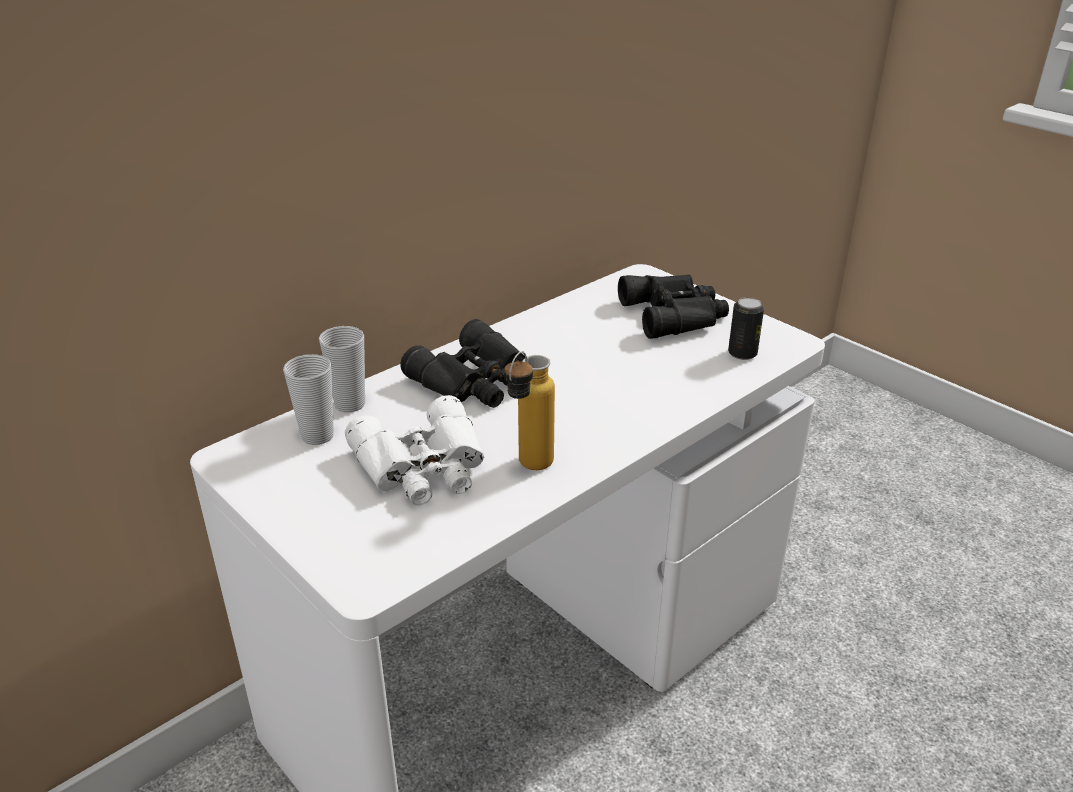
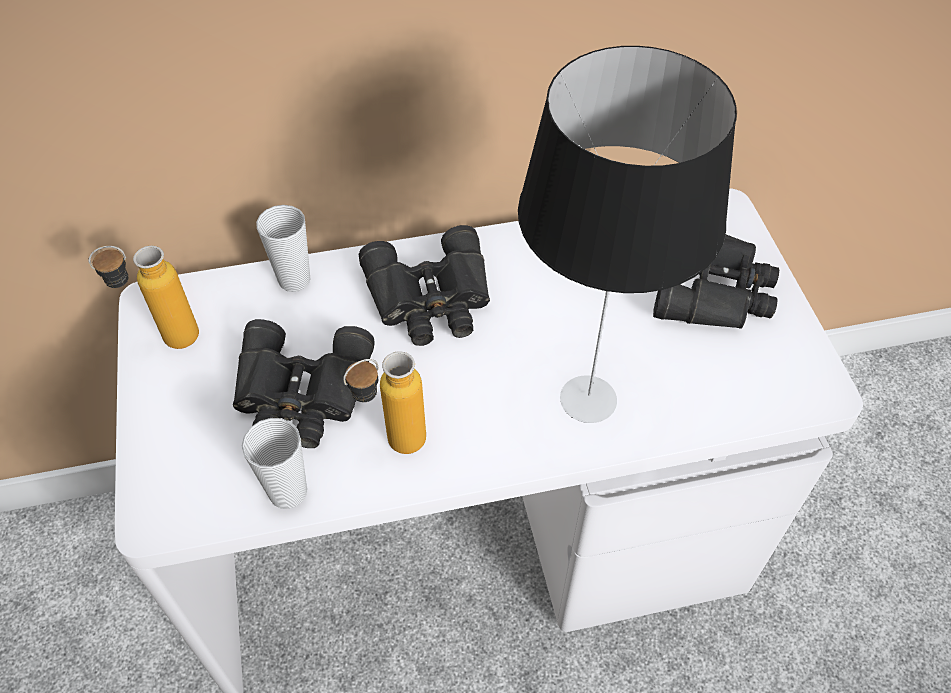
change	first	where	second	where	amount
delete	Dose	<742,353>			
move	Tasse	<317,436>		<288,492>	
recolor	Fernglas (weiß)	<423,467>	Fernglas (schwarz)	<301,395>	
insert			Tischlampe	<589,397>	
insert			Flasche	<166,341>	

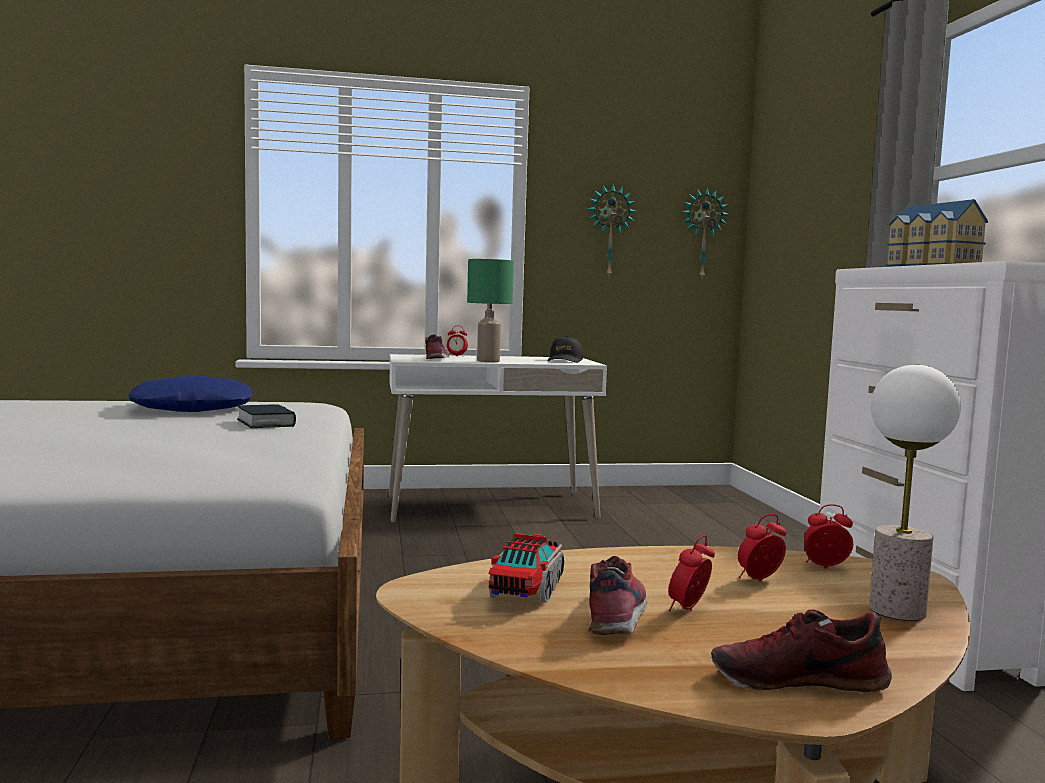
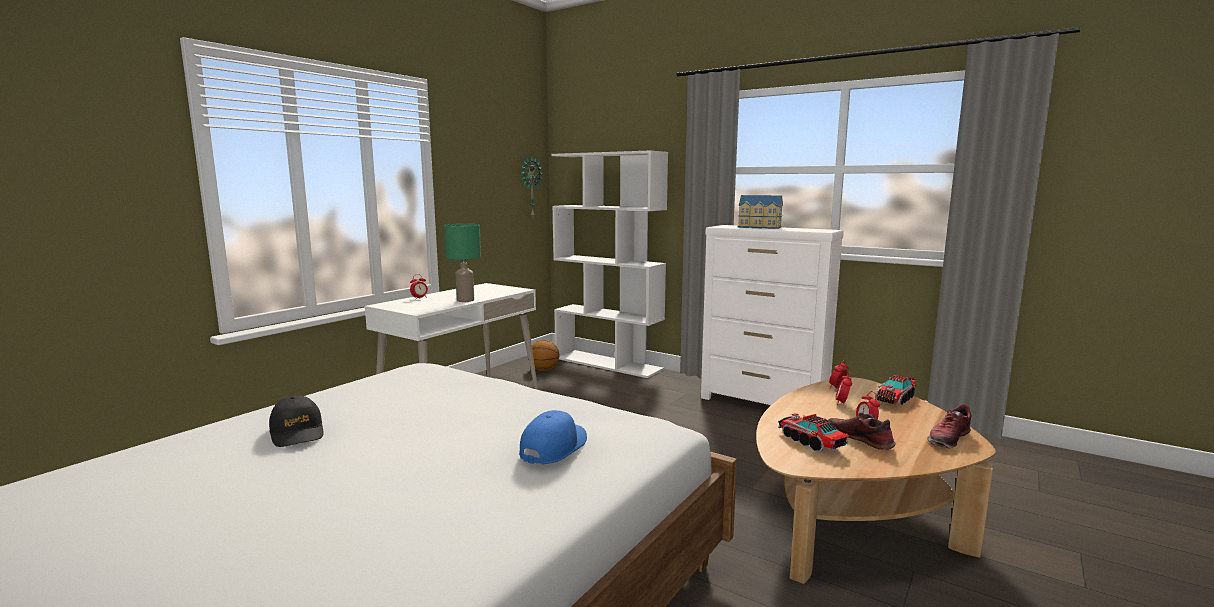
change	first	where	second	where	amount
delete	Wanduhr	<609,231>			
delete	Schuh	<436,359>			
move	Kappe (schwarz)	<565,361>		<297,432>	
replace	Tischlampe	<898,611>	Spielzeuglaster	<895,399>	
delete	Kissen (blau)	<193,408>			
delete	Buch	<266,423>			
insert			Bücherregal (weiß)	<608,364>	
insert			Basketball	<544,370>	
insert			Kappe (blau)	<554,447>	

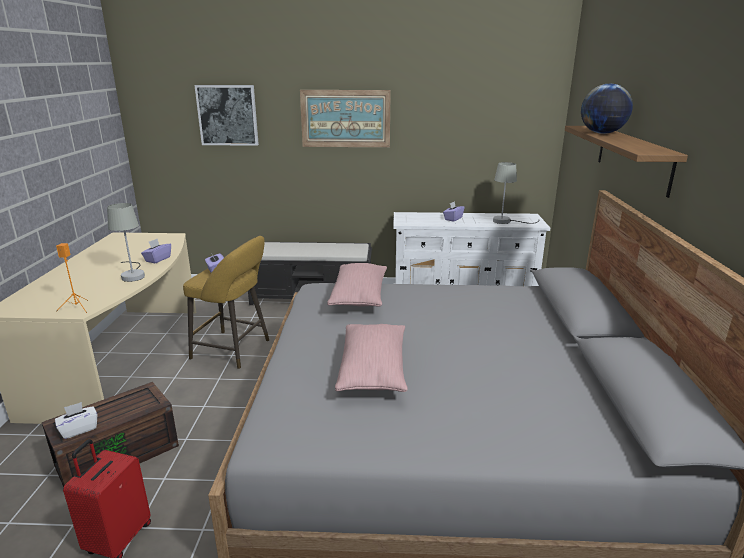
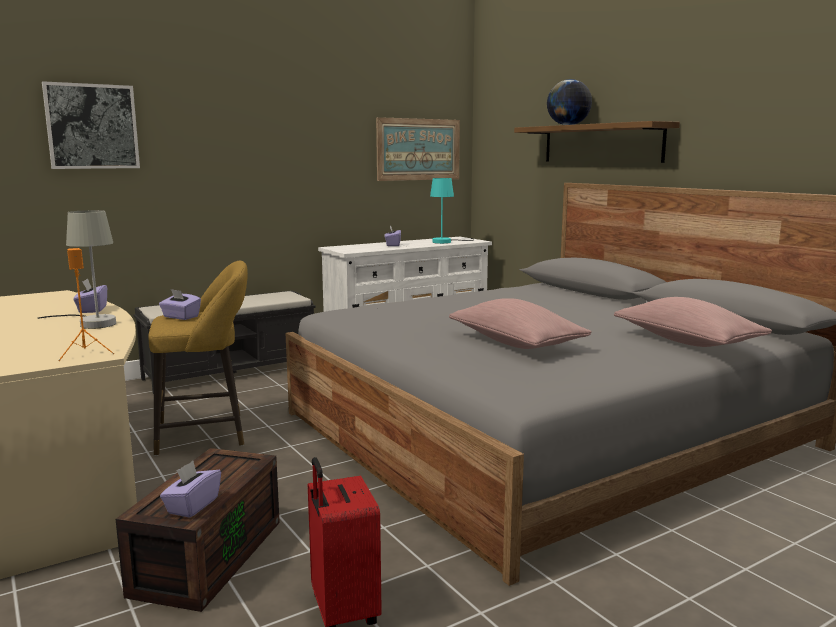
change	first	where	second	where	amount
move	Bild	<345,118>		<418,149>	
recolor	Tischlampe (grau)	<507,221>	Tischlampe (türkis)	<447,242>	
move	Kissen (rosa)	<359,297>		<687,341>	
recolor	Taschentuchbox (weiß)	<79,429>	Taschentuchbox (lila)	<192,506>	

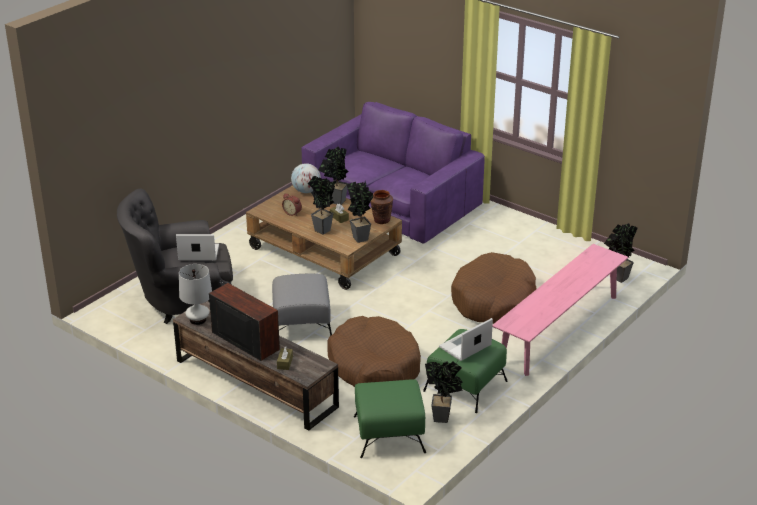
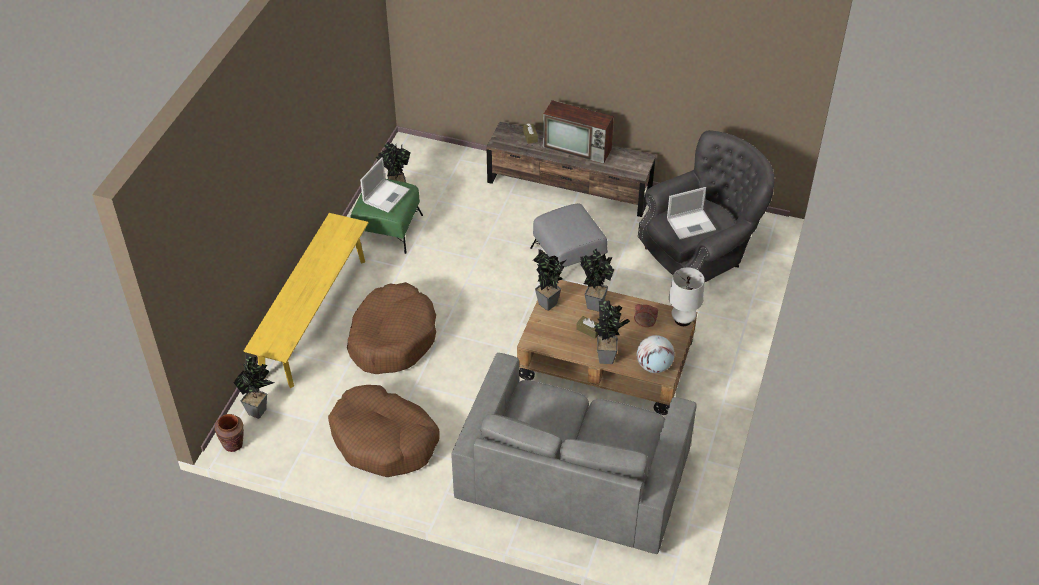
change	first	where	second	where	amount
recolor	Sofa (lila)	<393,202>	Sofa (grau)	<572,475>	
move	Vase (braun)	<381,220>		<233,444>	
recolor	Bank (rosa)	<559,329>	Bank (gelb)	<314,317>	
move	Tischlampe (weiß)	<198,320>		<683,320>	
move	Hundebett (braun)	<374,366>		<384,440>	
delete	Polsterhocker (grün)	<388,434>			

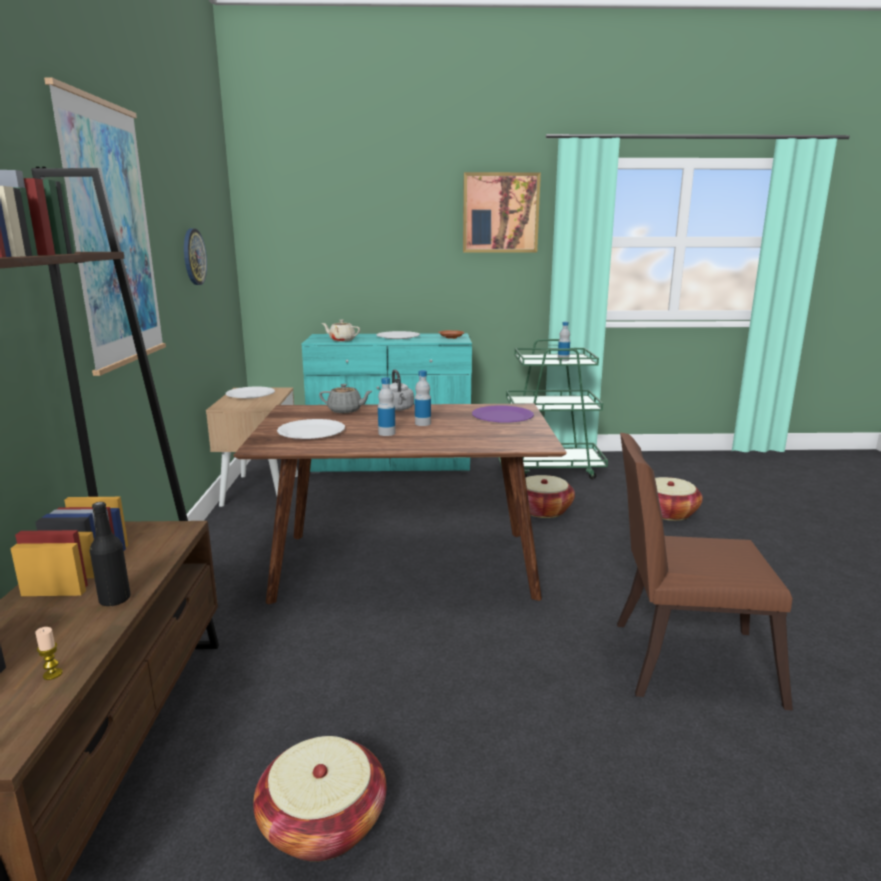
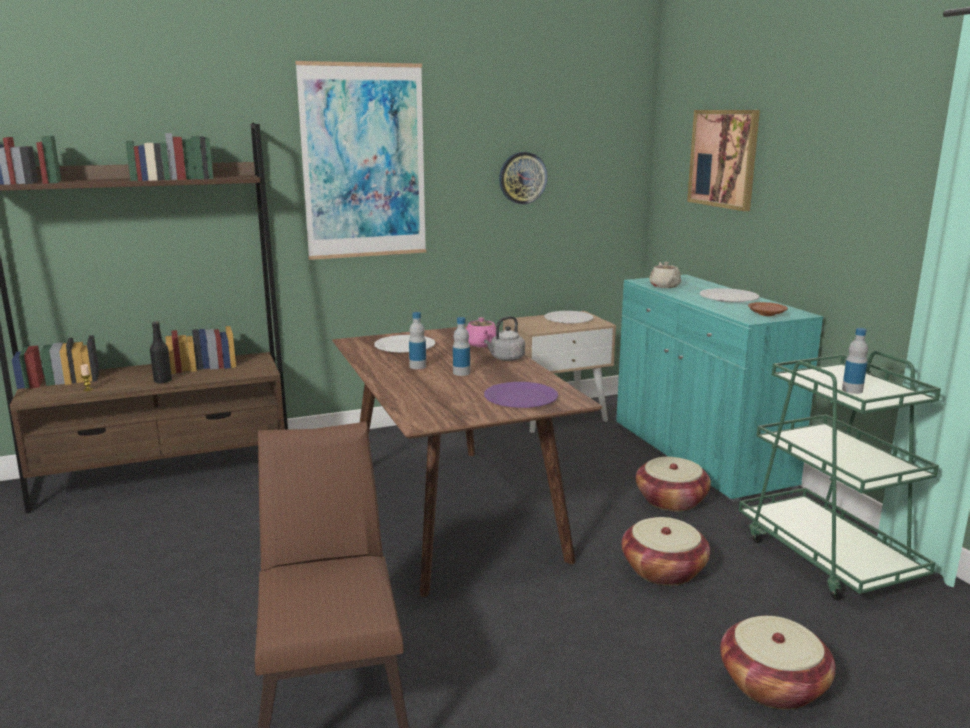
change	first	where	second	where	amount
move	Bild	<500,213>		<723,158>	
recolor	Teekanne (grau)	<345,410>	Teekanne (rosa)	<481,344>	
move	Korb	<323,823>		<671,500>	

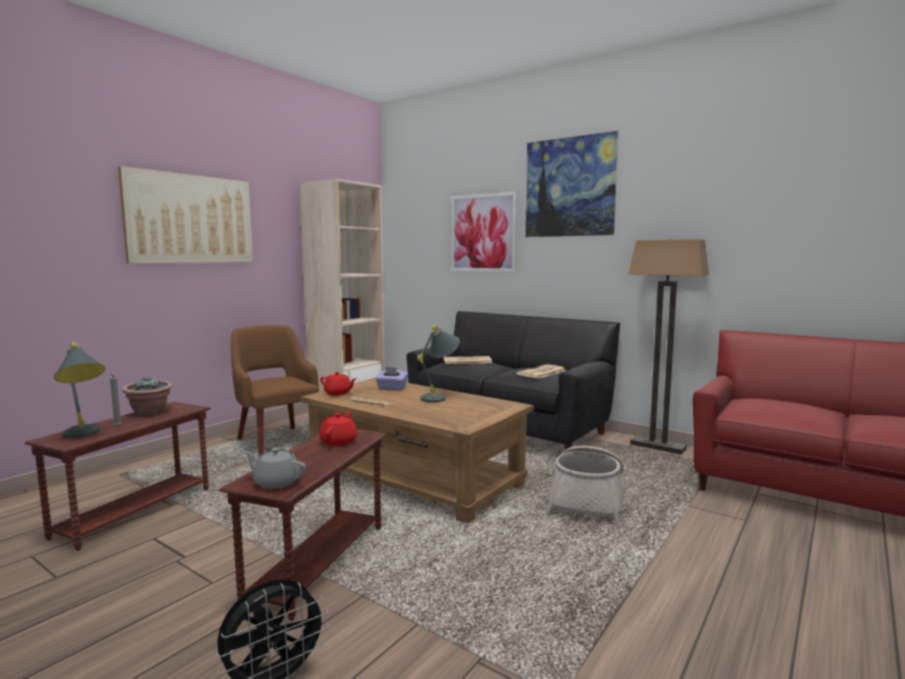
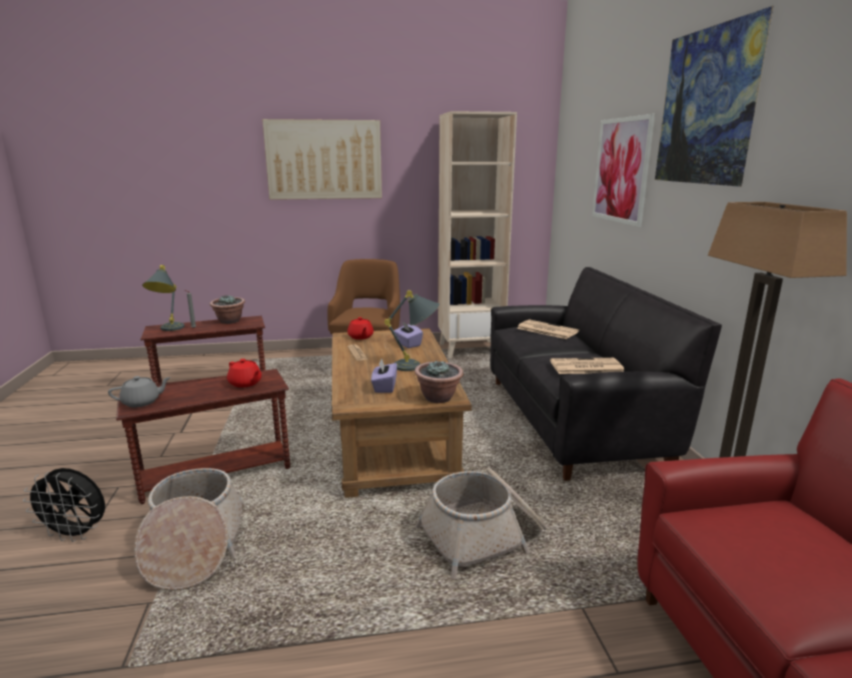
change	first	where	second	where	amount
rotate	Teekanne (rot)	<339,441>		<245,383>	75 degrees clockwise
rotate	Teekanne (grau)	<276,482>		<142,402>	90 degrees clockwise
insert			Taschentuchbox (lila)	<384,387>	
insert			Topfpflanze	<438,398>	
insert			Korb	<194,546>	

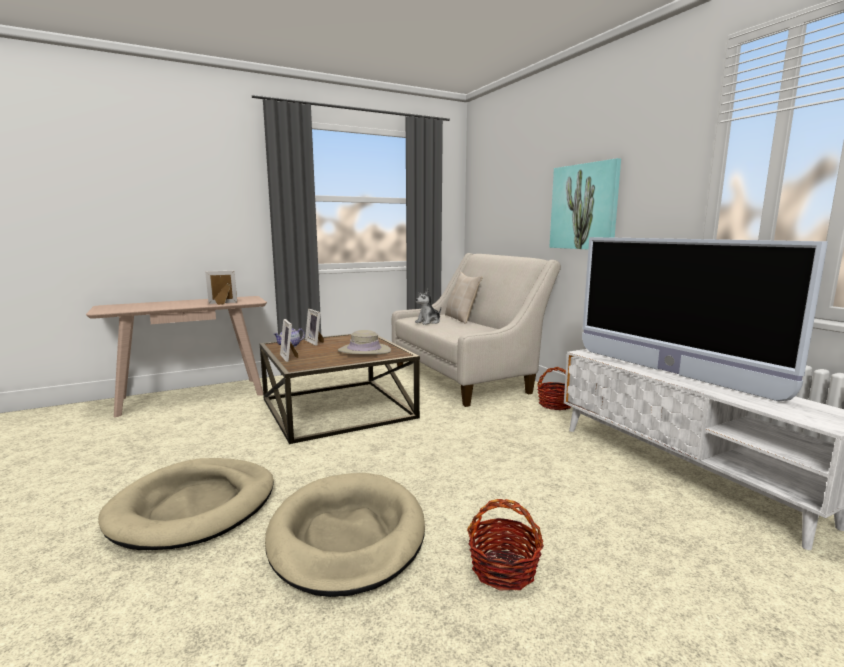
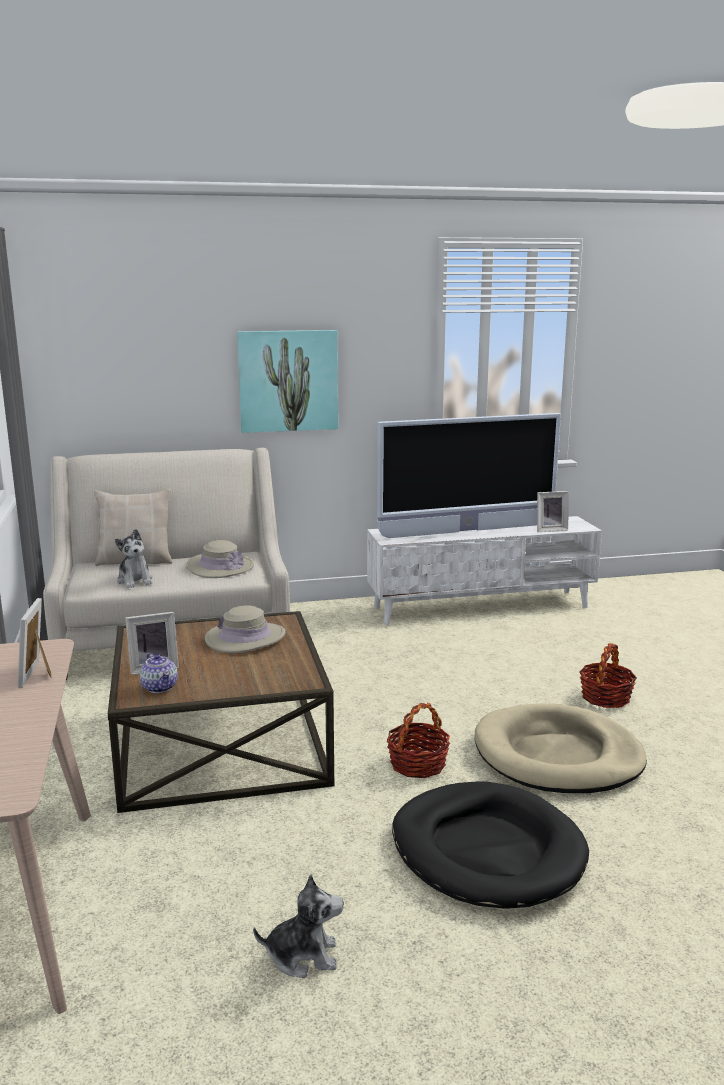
change	first	where	second	where	amount
move	Bilderrahmen	<290,357>		<550,529>	
move	Korb	<555,404>		<417,764>	
recolor	Hundebett (beige)	<194,507>	Hundebett (schwarz)	<487,850>	
insert			Hut (beige)	<220,567>	
insert			Plüschtier	<303,956>	

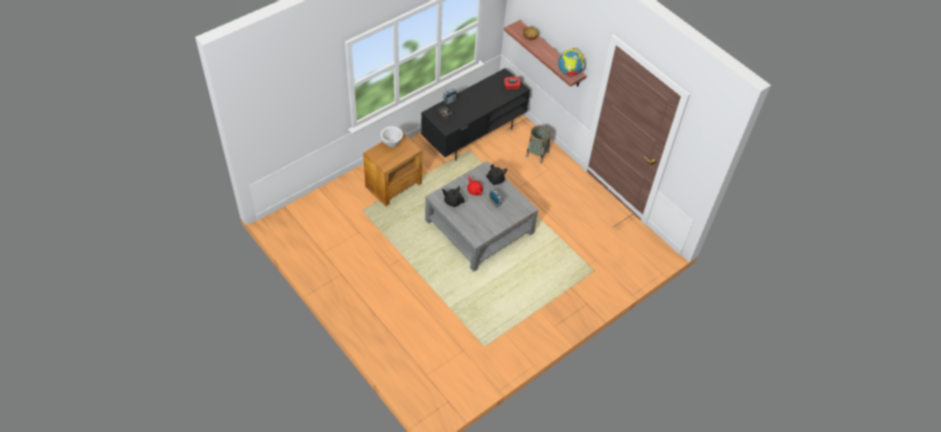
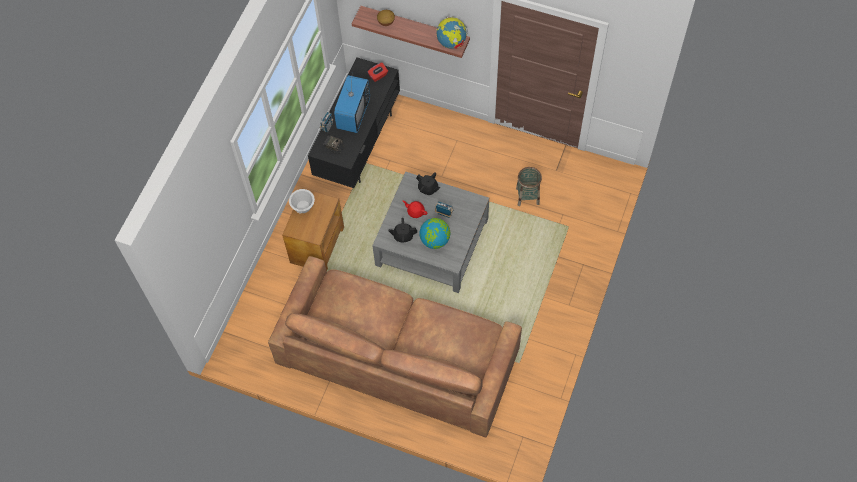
change	first	where	second	where	amount
move	Korb	<537,154>		<527,196>	
insert			Fernseher	<353,114>	
insert			Globus	<435,240>	
insert			Sofa (braun)	<398,355>	

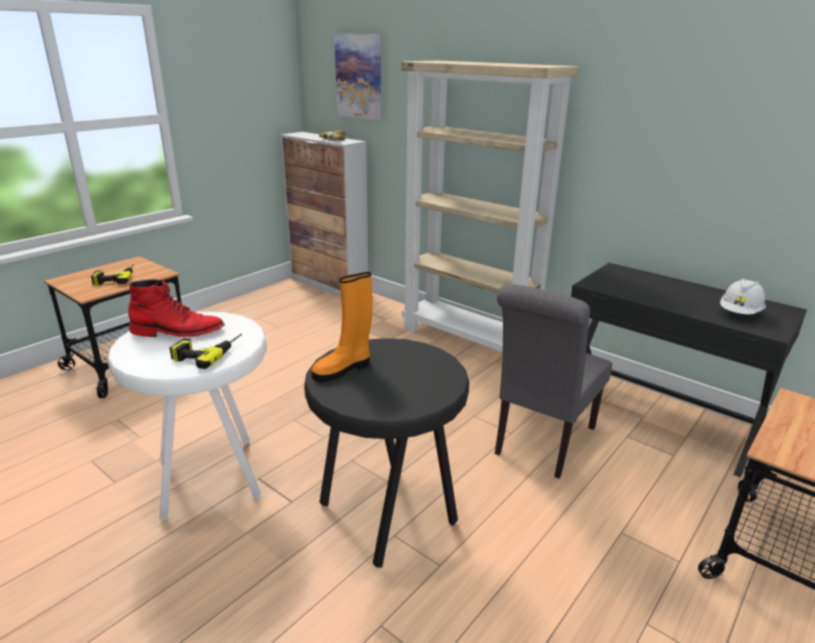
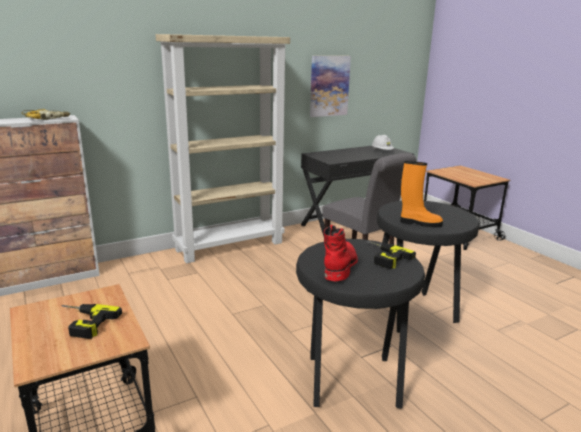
change	first	where	second	where	amount
move	Bild	<359,77>		<329,86>	
rotate	Stiefel (orange)	<343,369>		<419,223>	60 degrees counterclockwise
recolor	Hocker (weiß)	<210,475>	Hocker (schwarz)	<350,381>	

